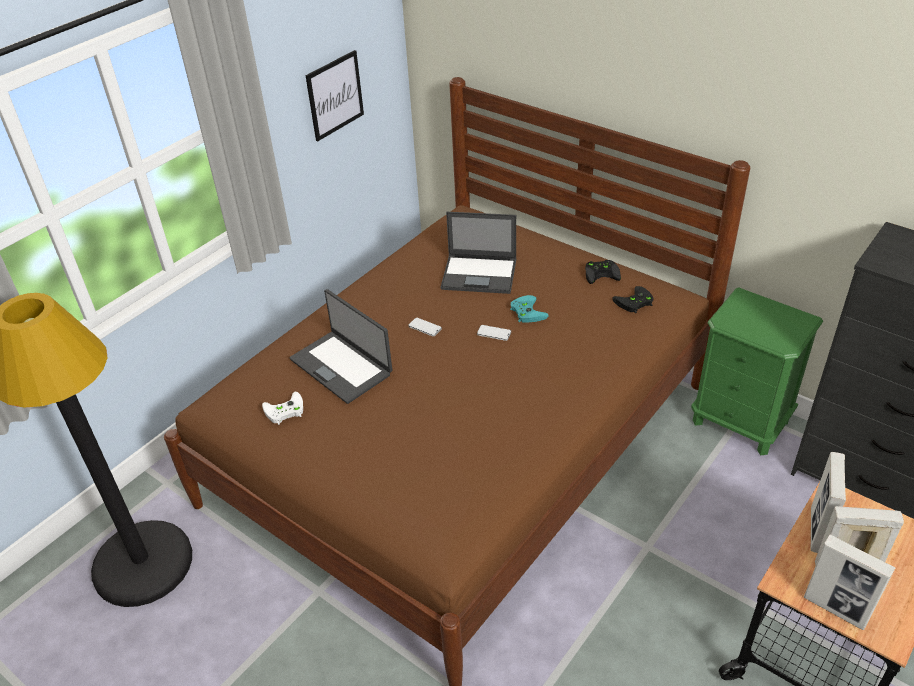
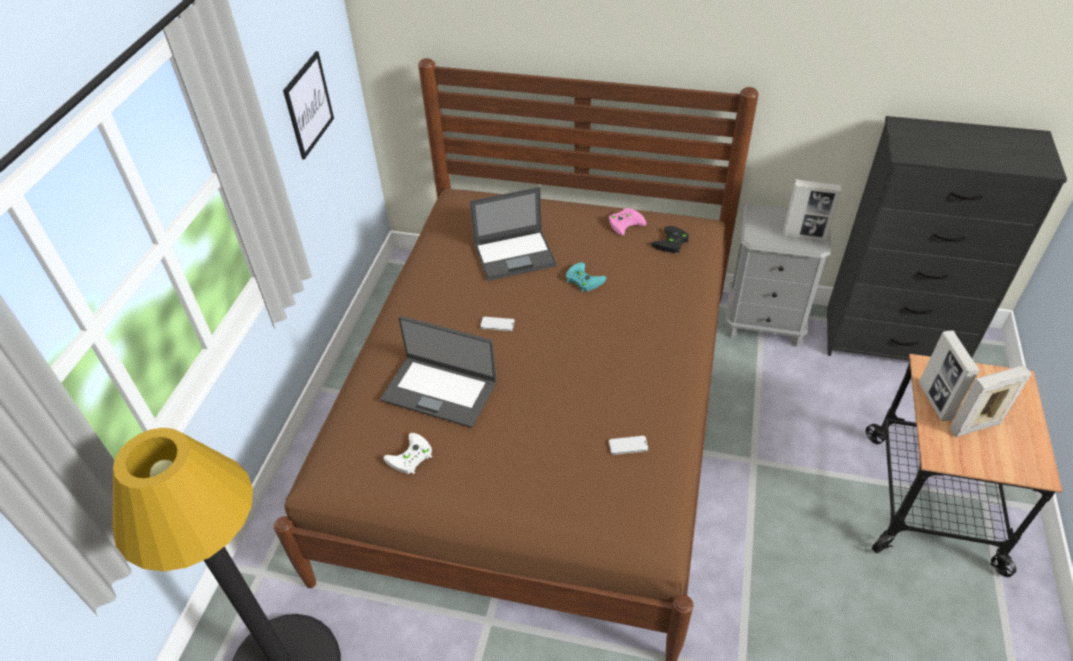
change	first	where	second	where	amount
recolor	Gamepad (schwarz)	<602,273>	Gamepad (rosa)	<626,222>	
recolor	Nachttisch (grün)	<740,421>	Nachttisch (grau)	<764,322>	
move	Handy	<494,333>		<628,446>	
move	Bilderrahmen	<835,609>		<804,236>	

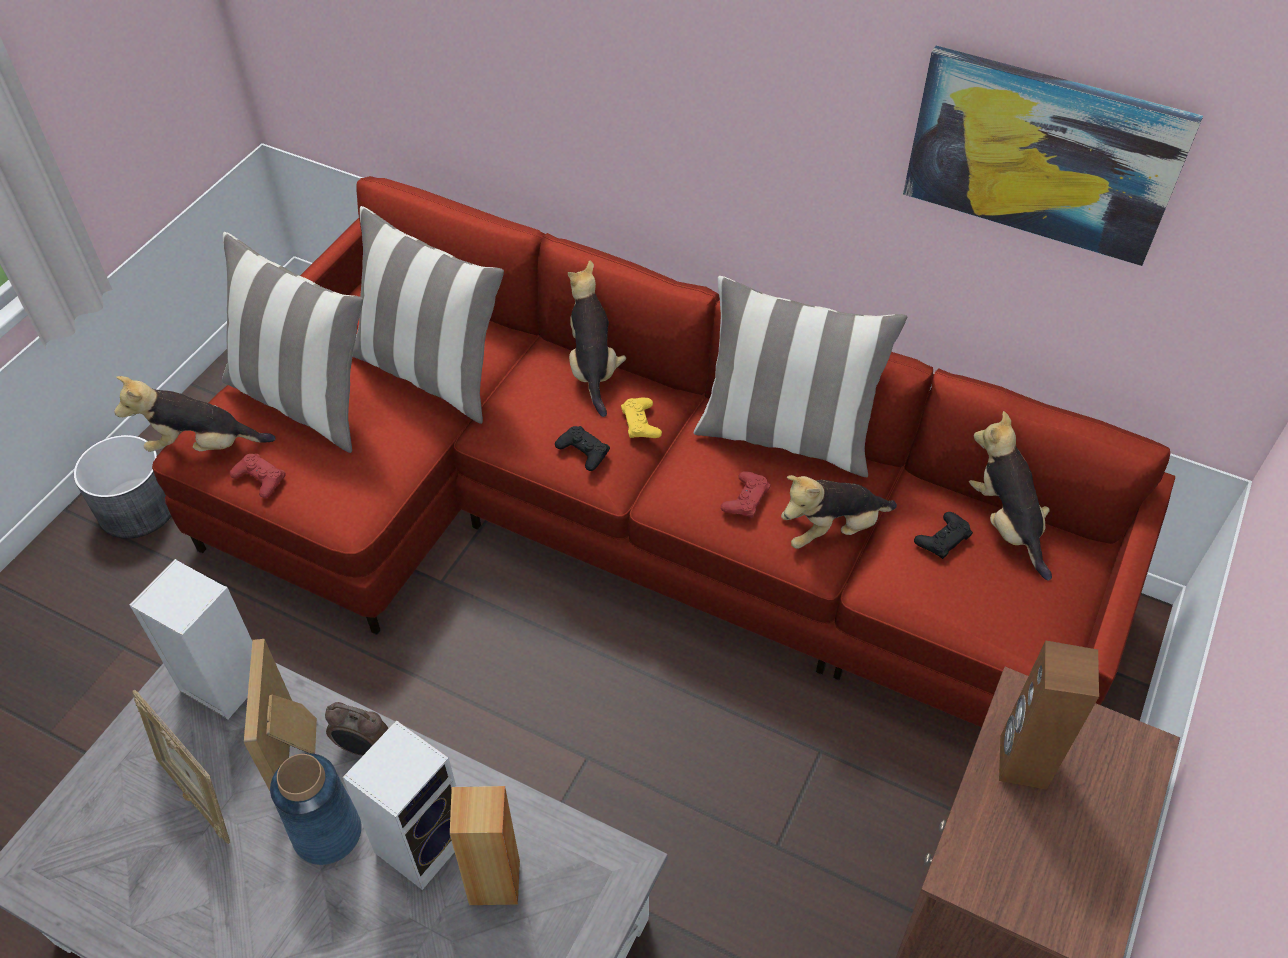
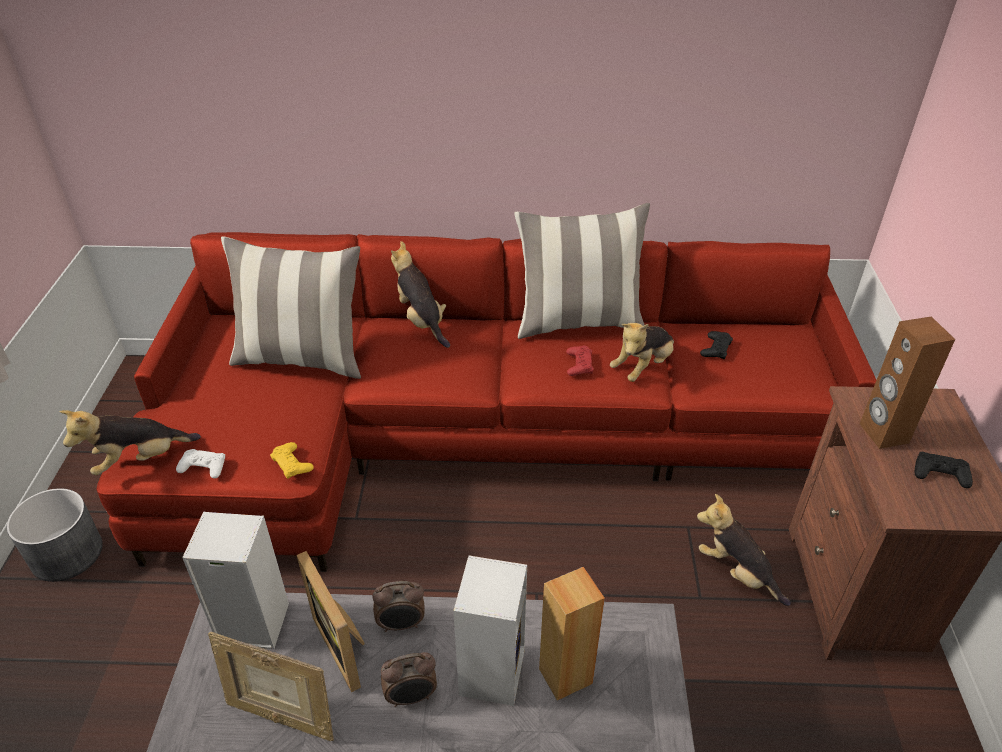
change	first	where	second	where	amount
delete	Bild	<1043,154>			
delete	Kissen	<305,400>			
move	Gamepad (gelb)	<641,422>		<292,464>	
move	Plüschtier	<1005,523>		<737,572>	
move	Gamepad (schwarz)	<583,451>		<940,473>	
recolor	Gamepad (rot)	<260,478>	Gamepad (weiß)	<203,467>	
replace	Vase (blau)	<328,832>	Wecker	<411,697>	

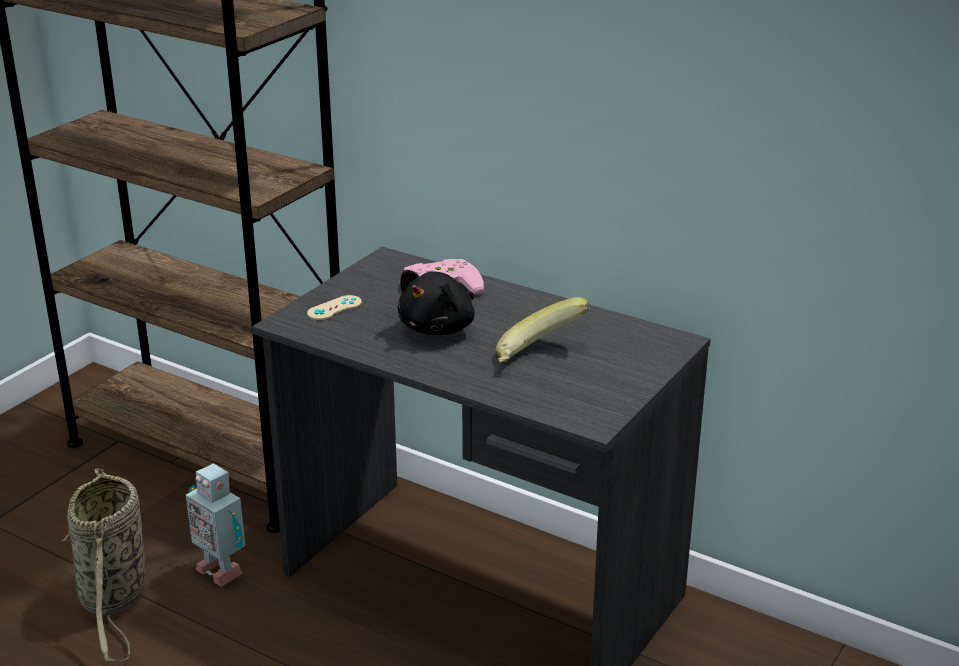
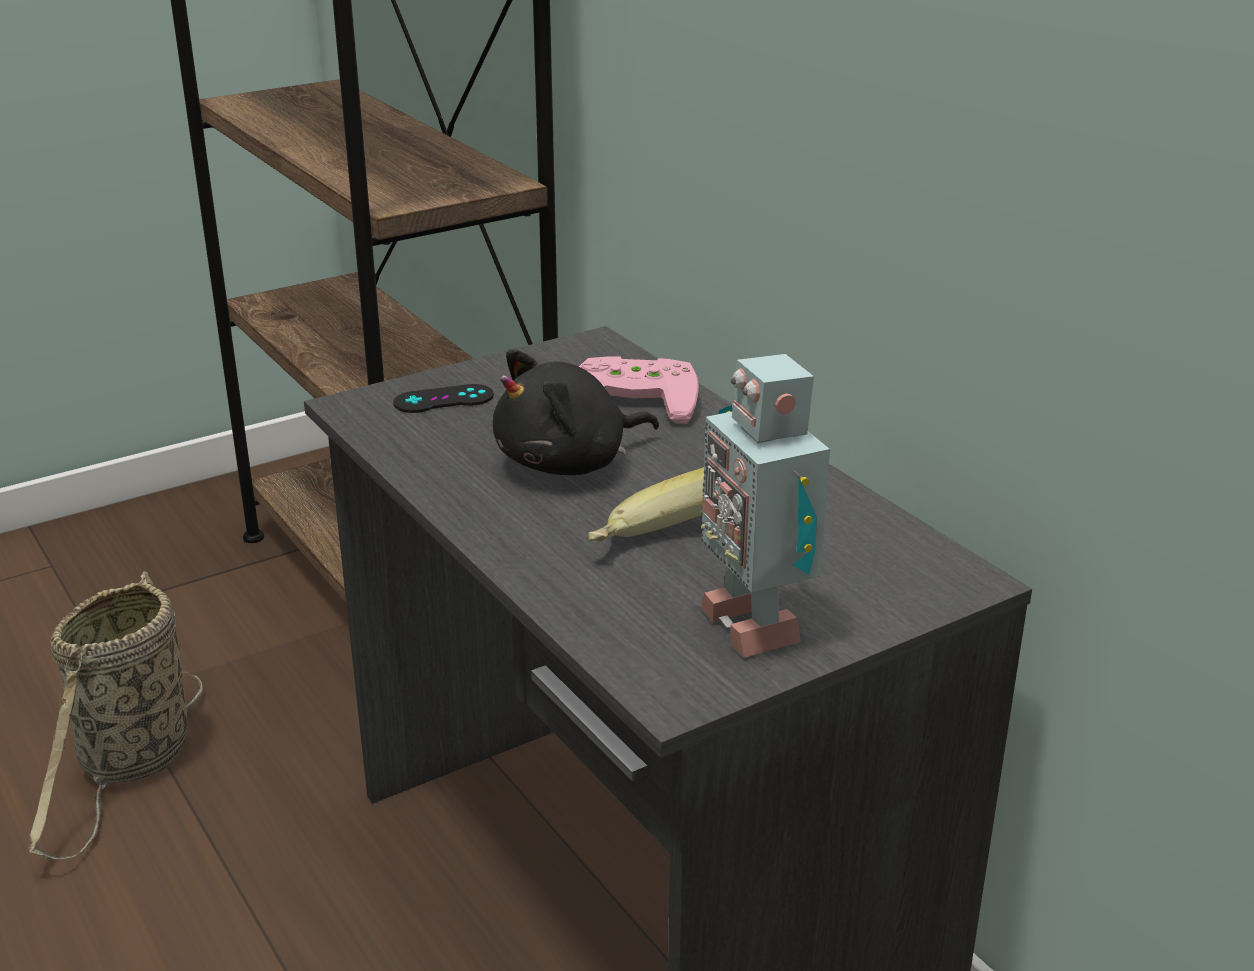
change	first	where	second	where	amount
recolor	Gamepad (beige)	<334,308>	Gamepad (schwarz)	<443,399>	
move	Spielzeugroboter	<221,570>		<756,622>	

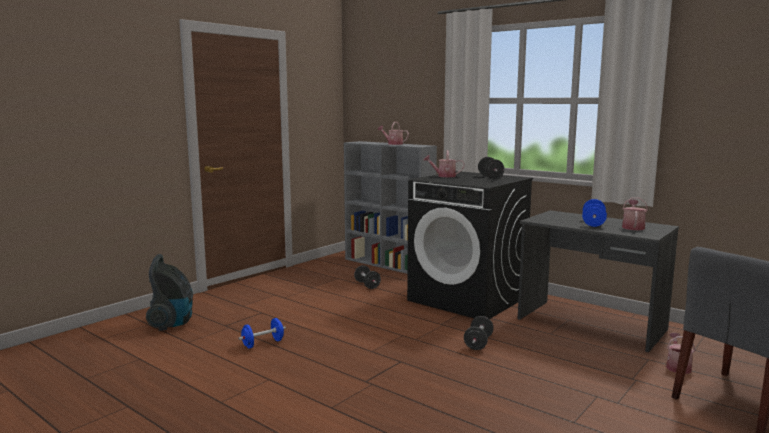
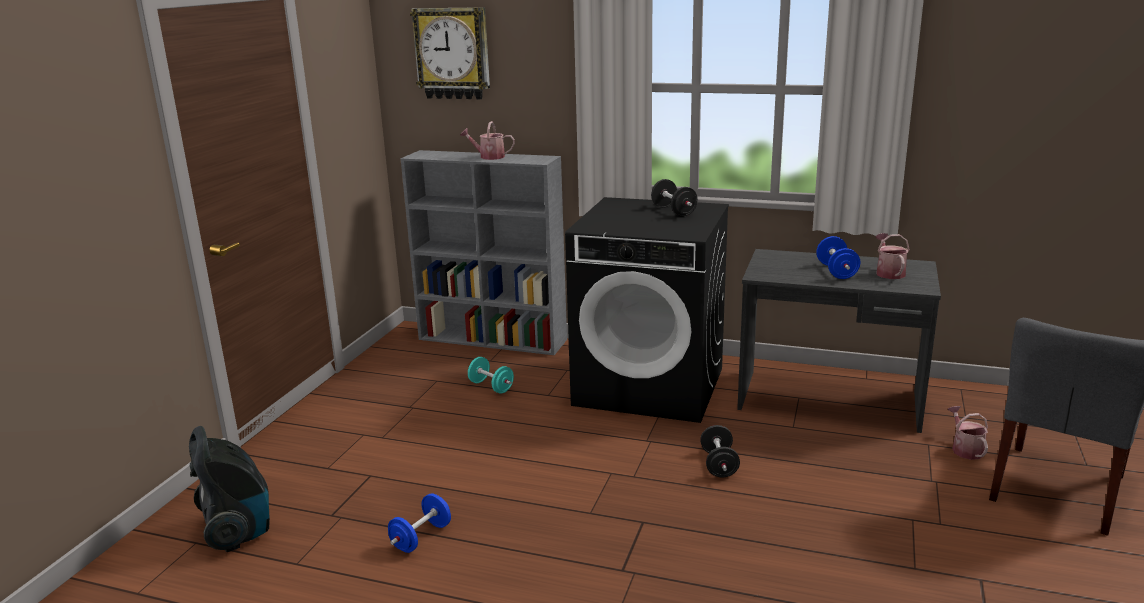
change	first	where	second	where	amount
delete	Gießkanne	<443,176>			
recolor	Hantel (schwarz)	<367,285>	Hantel (türkis)	<491,387>	
insert			Wanduhr	<452,53>	

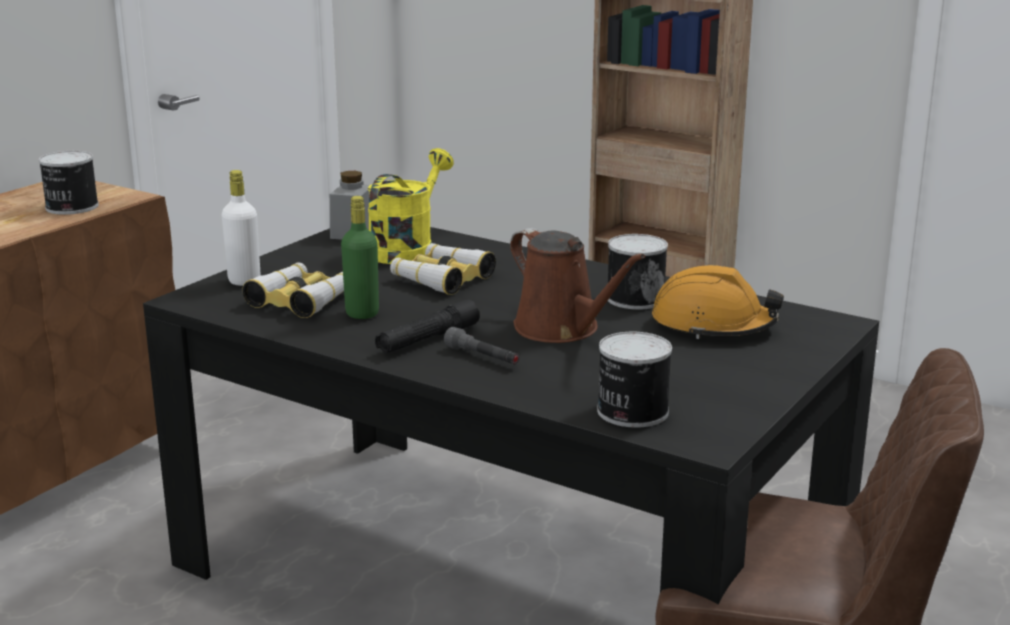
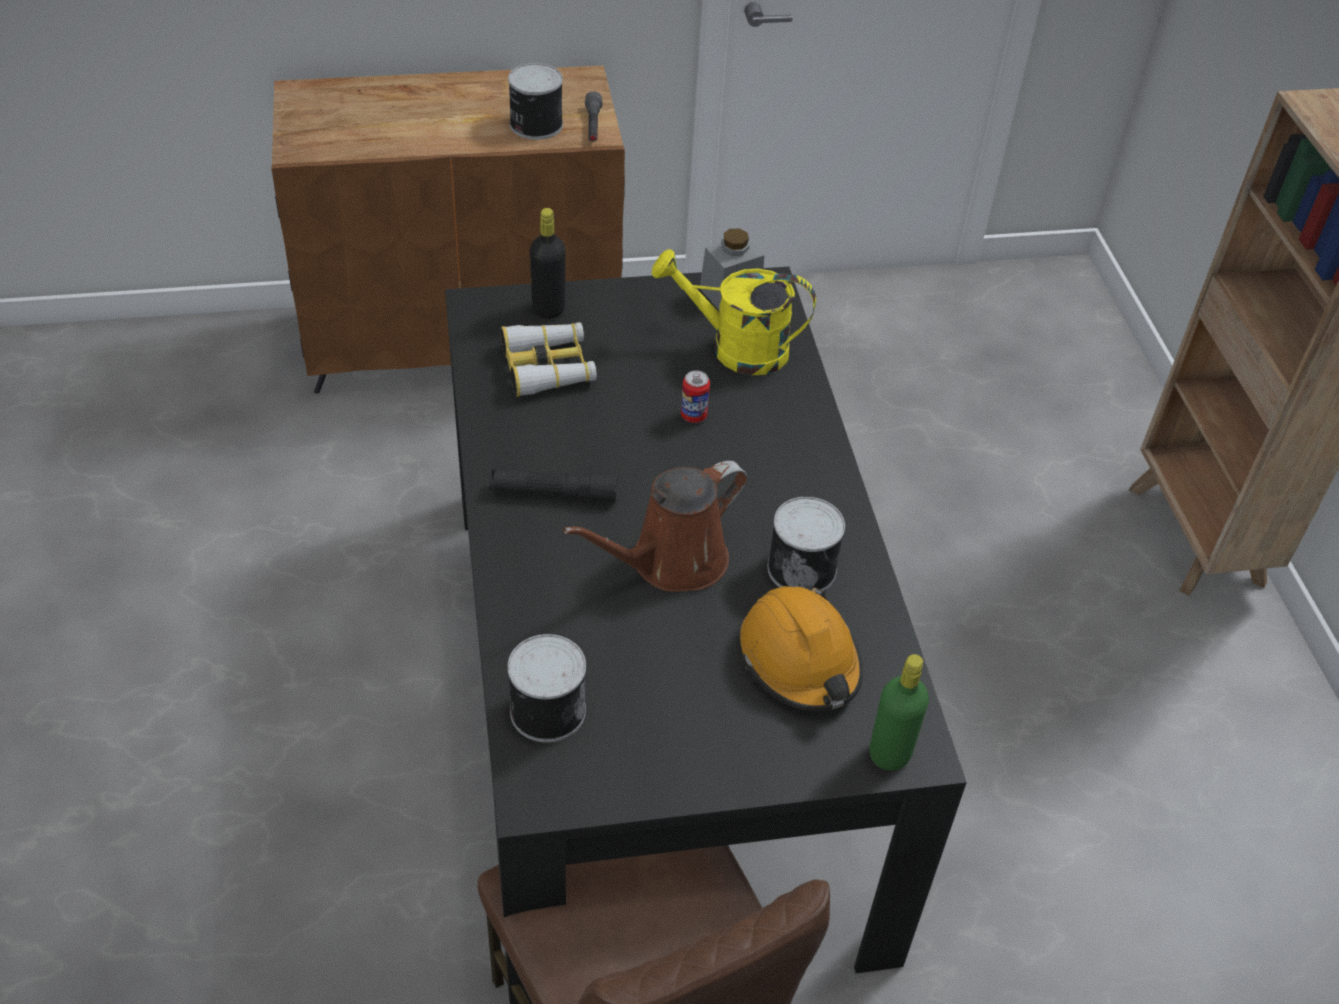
change	first	where	second	where	amount
rotate	Gießkanne (gelb)	<406,249>		<735,348>	150 degrees counterclockwise
recolor	Flasche (weiß)	<244,281>	Flasche (schwarz)	<548,309>	
move	Flasche (grün)	<362,313>		<889,753>	
rotate	Gießkanne (braun)	<562,329>		<671,562>	45 degrees clockwise
replace	Fernglas	<442,279>	Dose	<693,415>	
move	Taschenlampe (grau)	<482,357>		<593,125>	

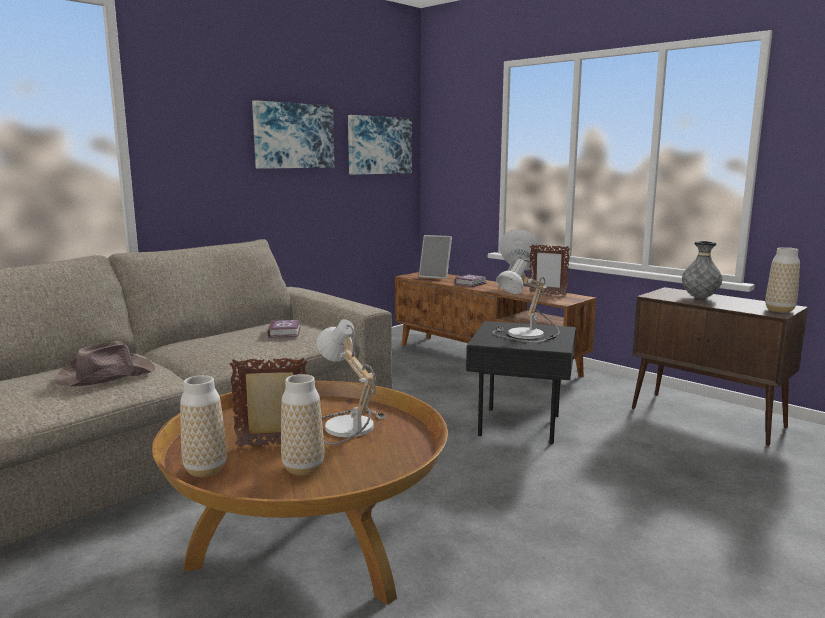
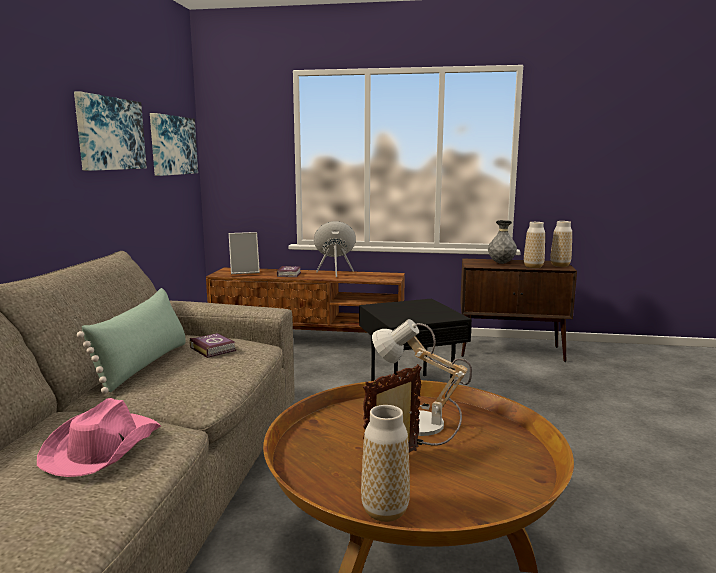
change	first	where	second	where	amount
delete	Bilderrahmen	<547,294>			
delete	Tischlampe	<527,335>			
recolor	Hut (braun)	<104,375>	Hut (rosa)	<102,447>	
move	Vase	<303,468>		<533,267>	
insert			Kissen (grün)	<144,365>	

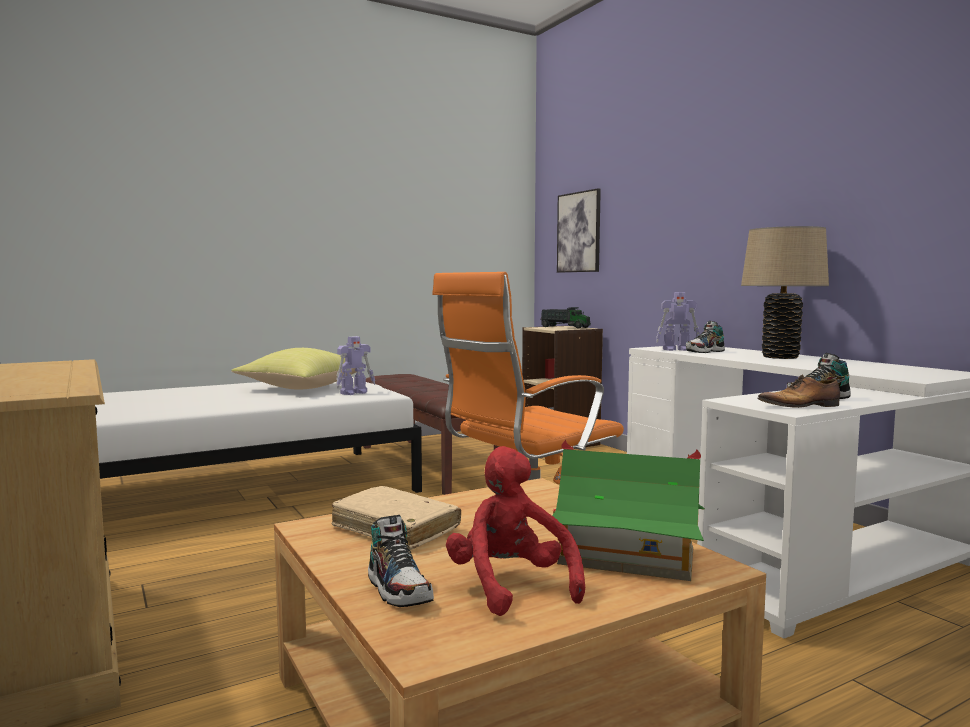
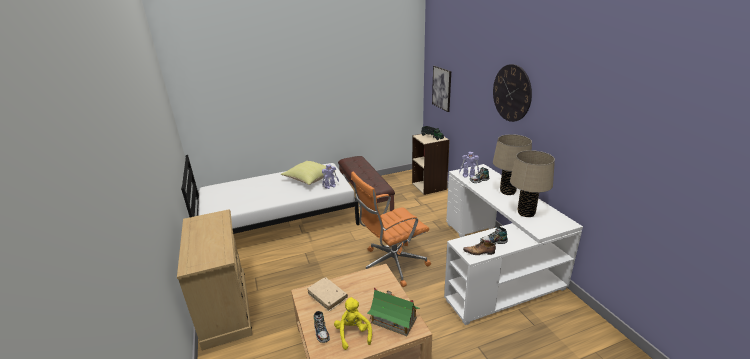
change	first	where	second	where	amount
recolor	Plüschtier (rot)	<510,586>	Plüschtier (gelb)	<353,333>	
insert			Wanduhr	<511,93>	
insert			Tischlampe (beige)	<526,213>	

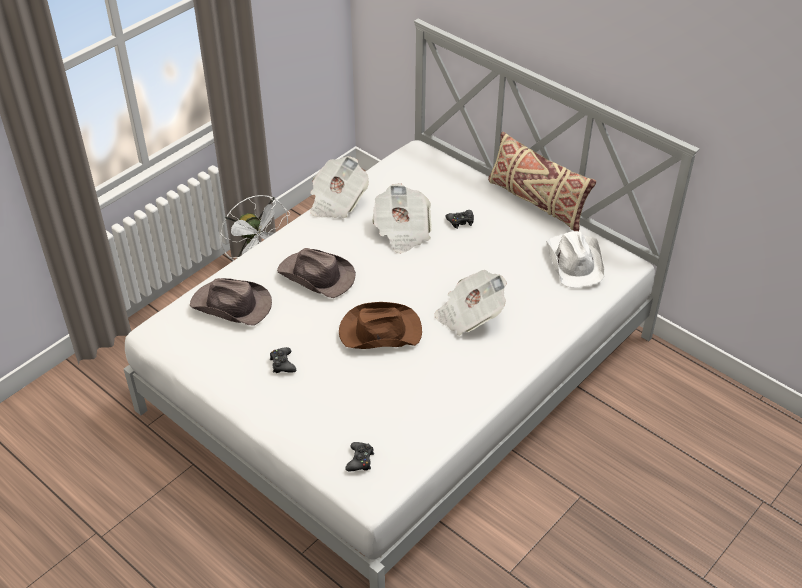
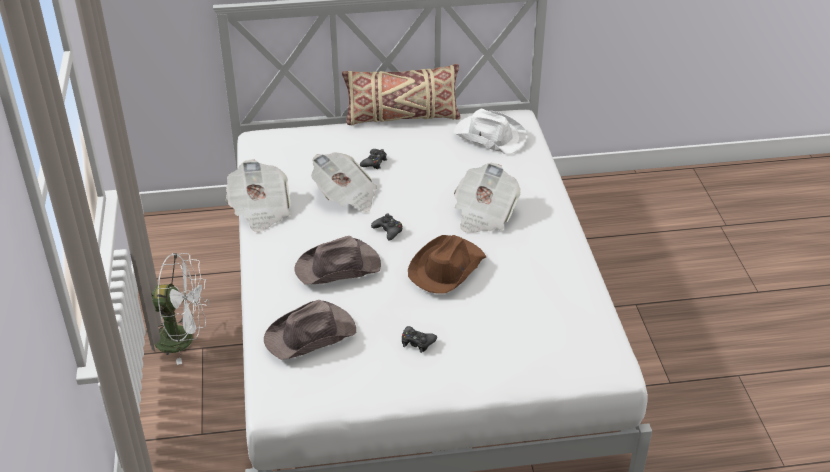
change	first	where	second	where	amount
move	Gamepad (schwarz)	<360,460>		<388,230>	

